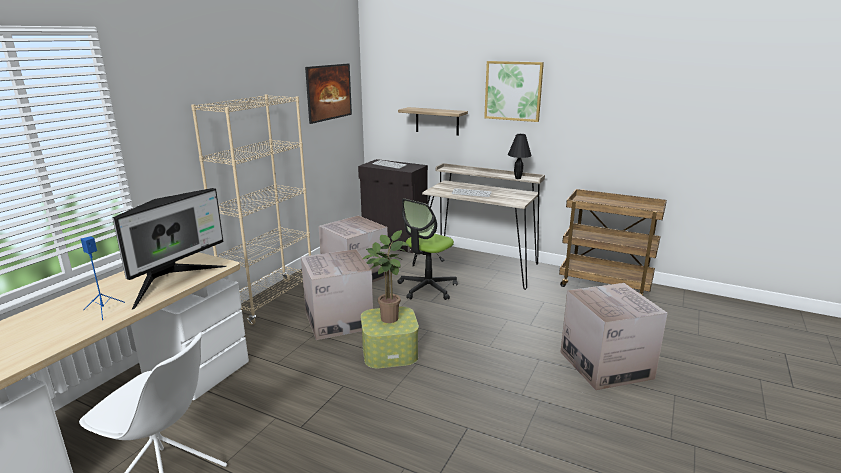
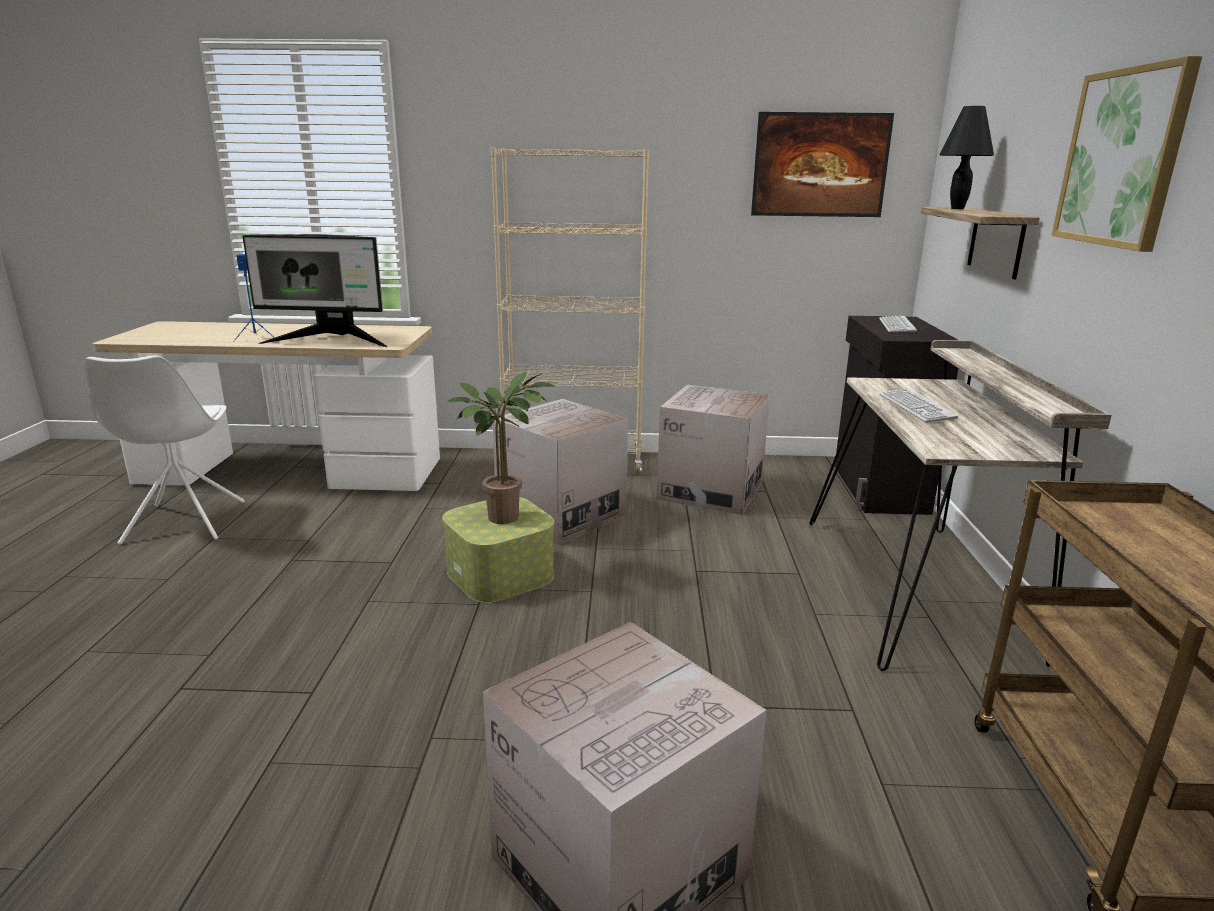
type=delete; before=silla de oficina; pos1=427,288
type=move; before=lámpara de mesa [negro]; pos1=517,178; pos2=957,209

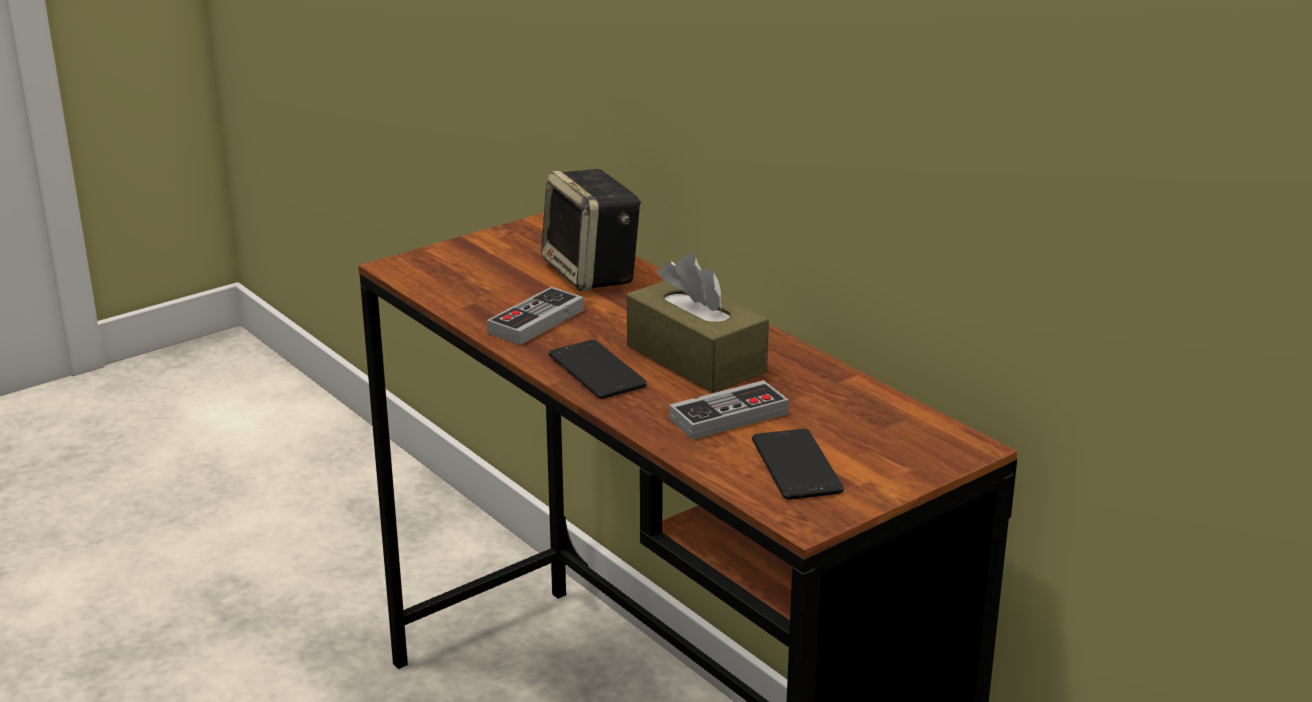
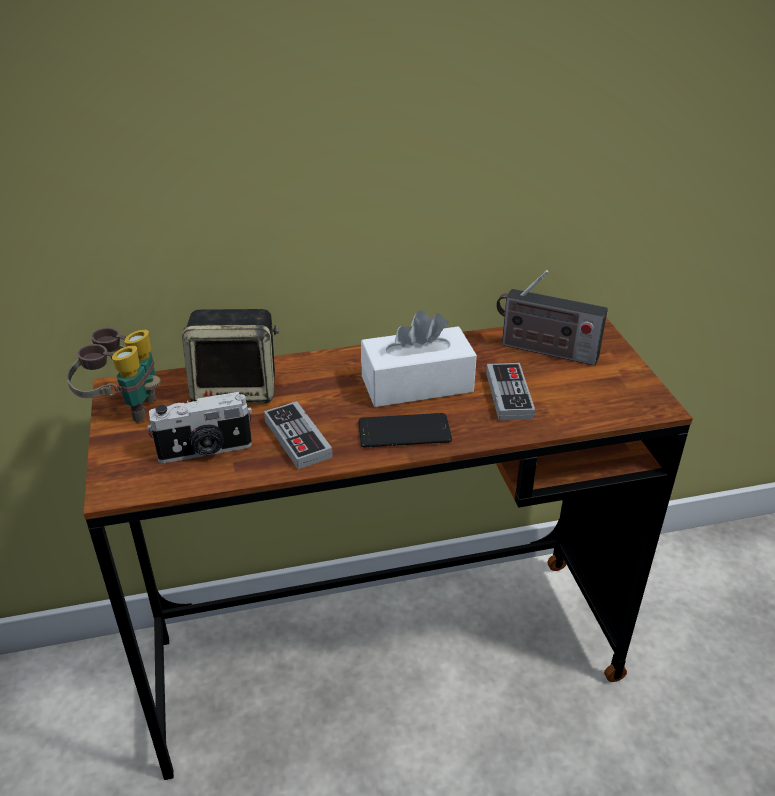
type=delete; before=móvil; pos1=796,466
type=insert; after=prismáticos; pos2=124,407
type=insert; after=cámara; pos2=205,451
type=insert; after=radio; pos2=544,351
type=recolor; before=caja de pañuelos [marrón]; after=caja de pañuelos [blanco]; pos1=696,359; pos2=417,384

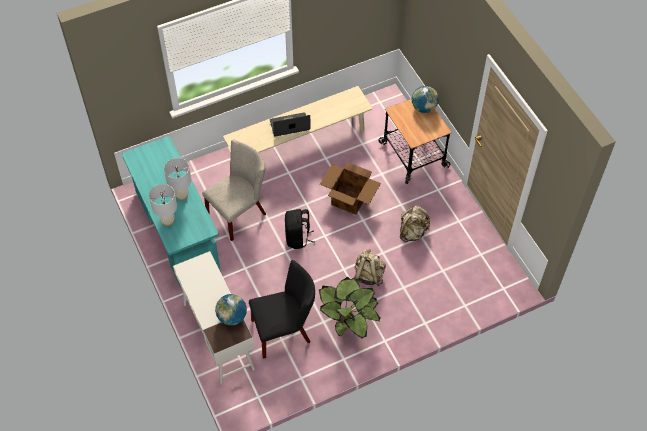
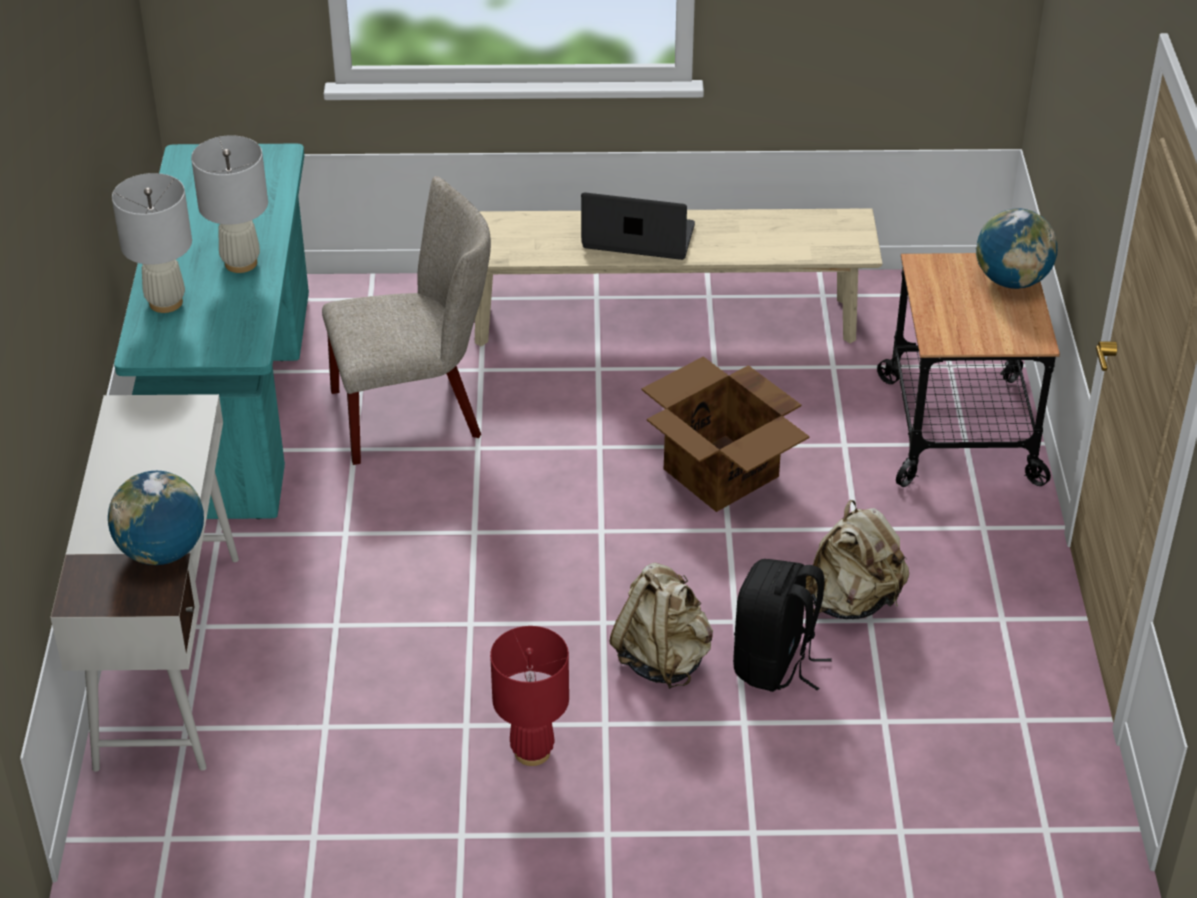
type=delete; before=silla [negro]; pos1=284,330
type=move; before=mochila [negro]; pos1=298,238; pos2=775,664
type=replace; before=planta en maceta; after=lámpara de mesa [rojo]; pos1=348,323; pos2=532,752

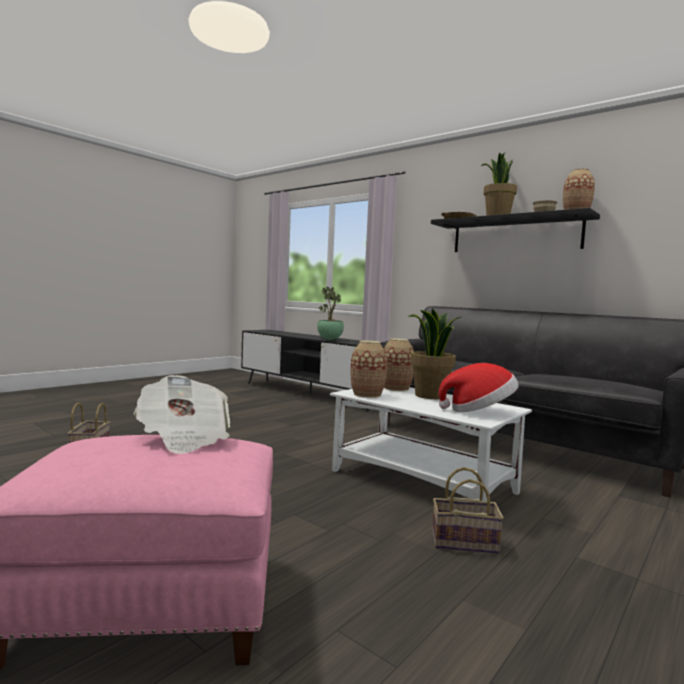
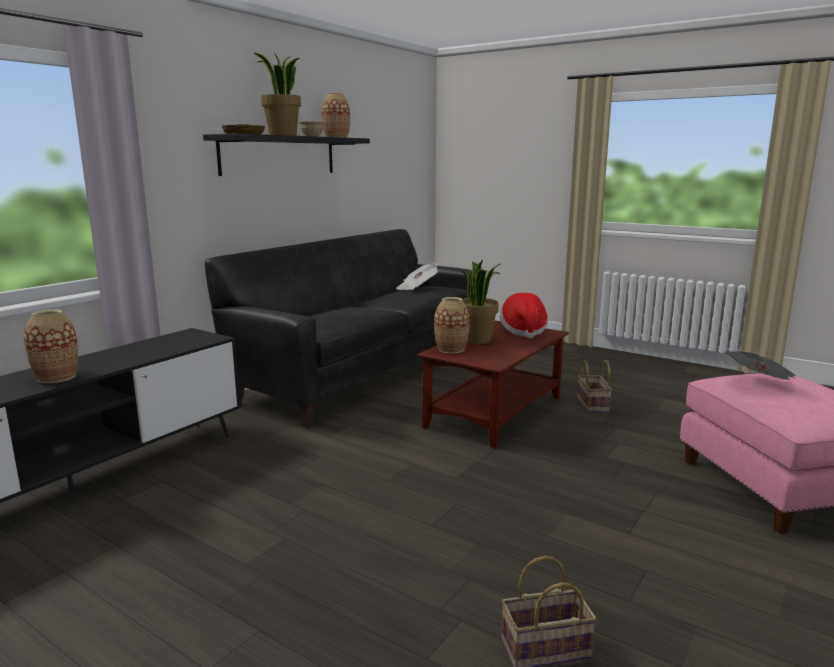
type=delete; before=planta en maceta; pos1=330,340
type=insert; after=periódico; pos2=417,288
type=move; before=florero; pos1=367,394; pos2=57,377
type=recolor; before=mesa de centro [blanco]; after=mesa de centro [marrón]; pos1=423,482; pos2=495,411

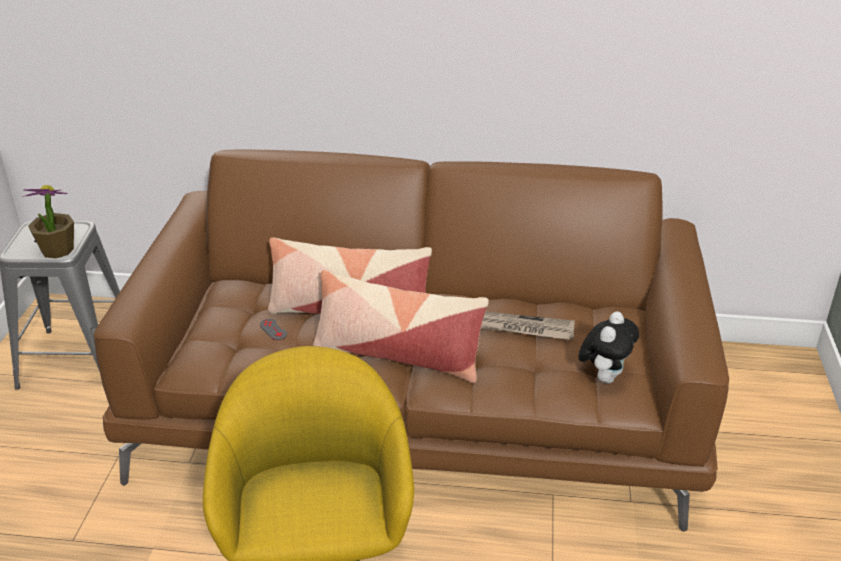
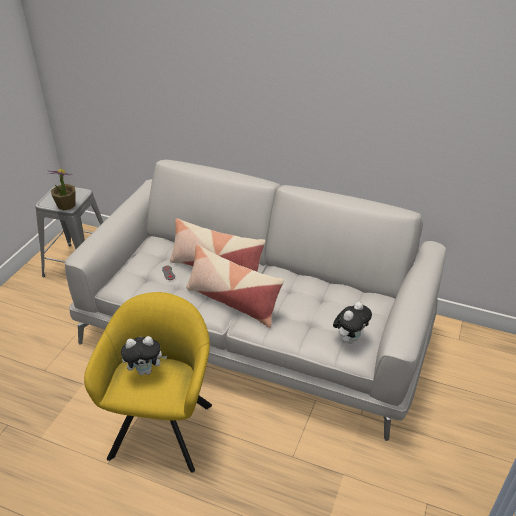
type=delete; before=periódico; pos1=524,328
type=insert; after=peluche; pos2=146,370
type=recolor; before=sofá [marrón]; after=sofá [gris]; pos1=420,407; pos2=257,329

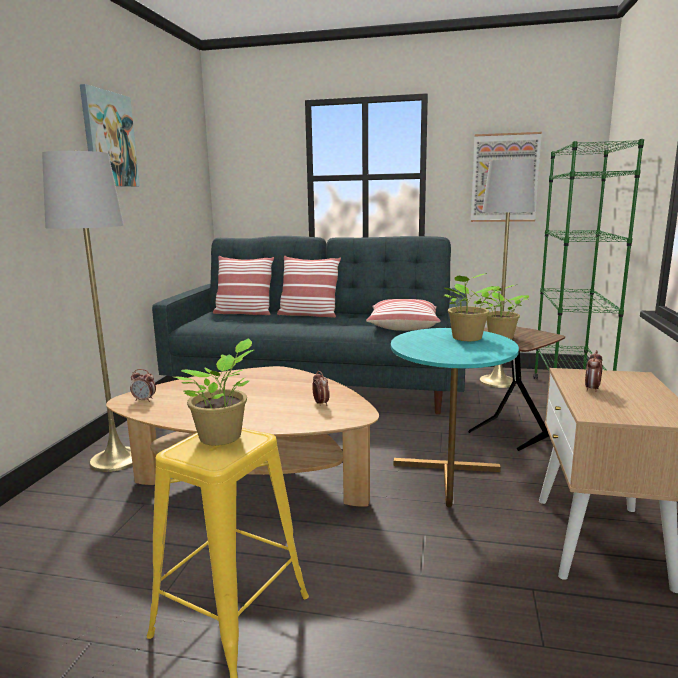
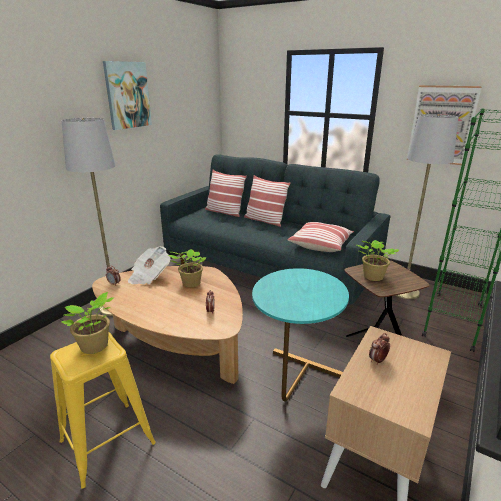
type=insert; after=periódico; pos2=149,276
type=move; before=planta en maceta; pos1=466,338; pos2=190,284

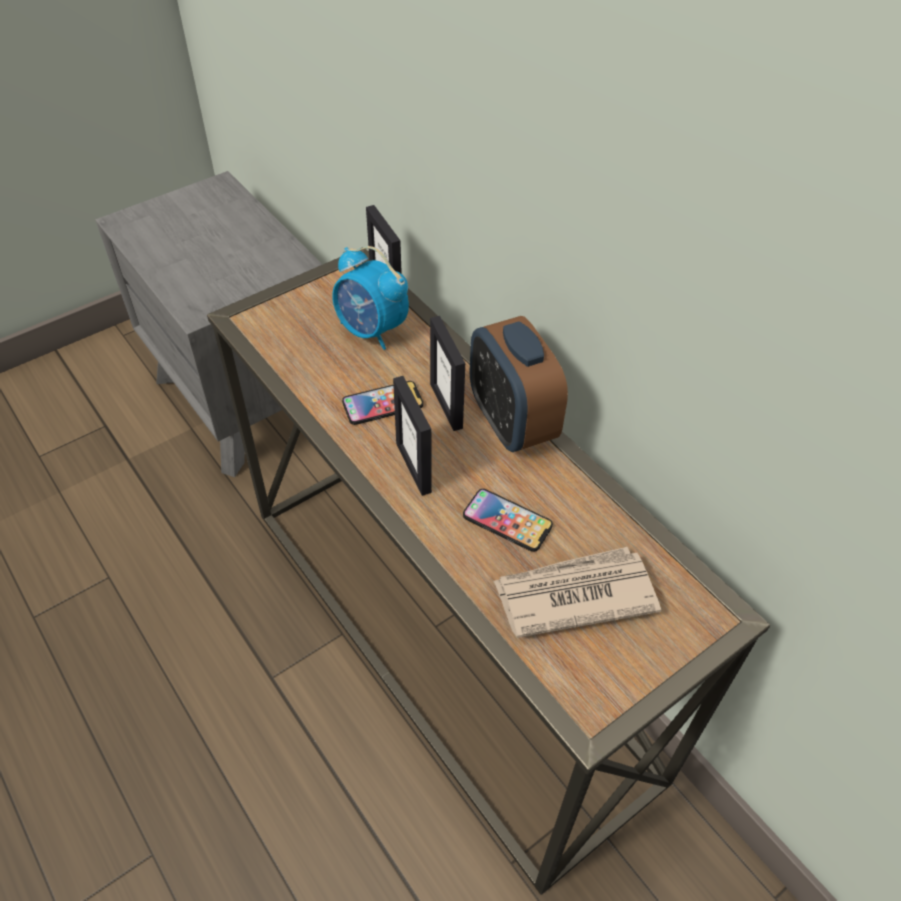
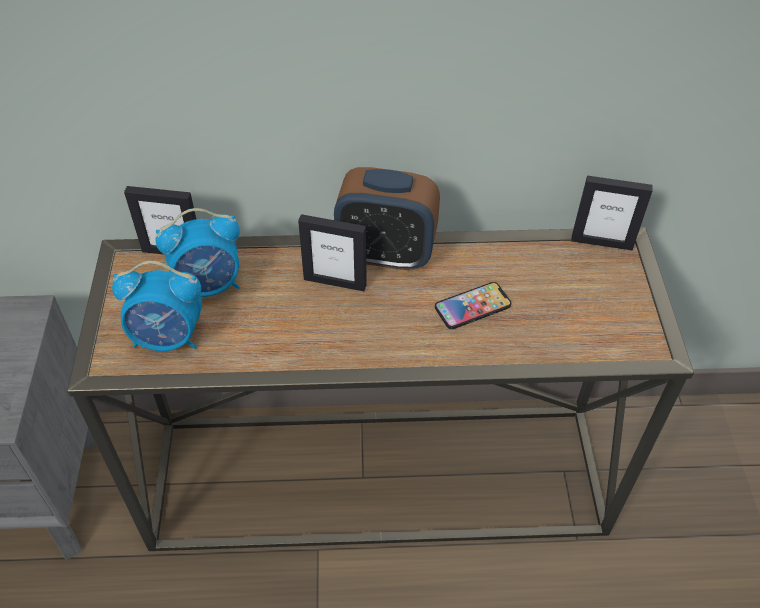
type=delete; before=móvil; pos1=382,404
type=delete; before=periódico; pos1=573,595
type=insert; after=despertador; pos2=169,338
type=move; before=portarretratos; pos1=414,467; pos2=601,242

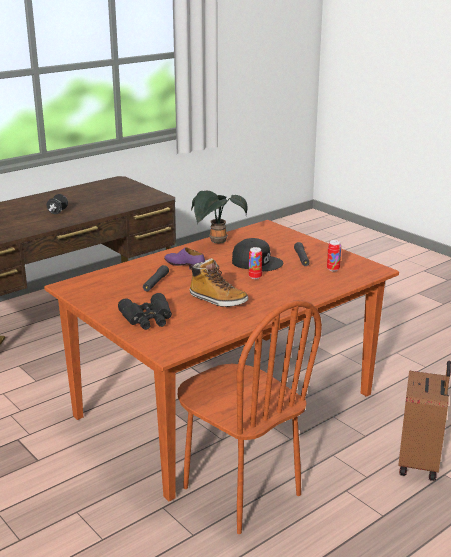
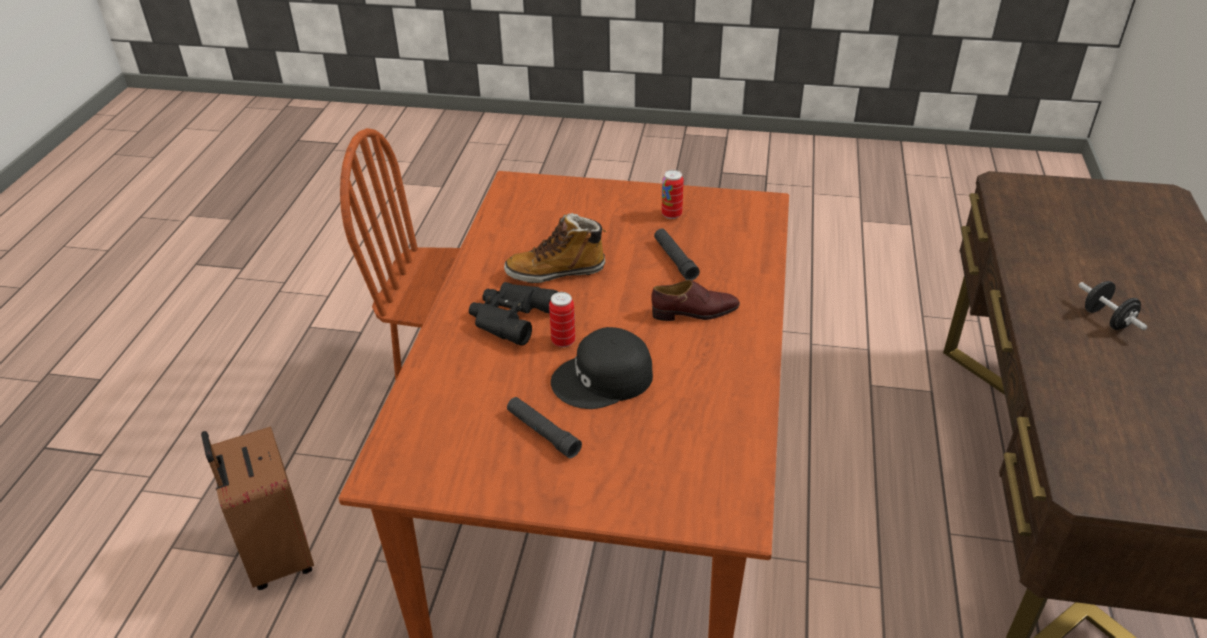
type=delete; before=planta en maceta; pos1=217,242
type=move; before=prismáticos [negro]; pos1=148,318; pos2=509,317
type=move; before=lata; pos1=333,269; pos2=671,214
type=recolor; before=zapato [morado]; after=zapato [marrón]; pos1=184,265; pos2=695,312

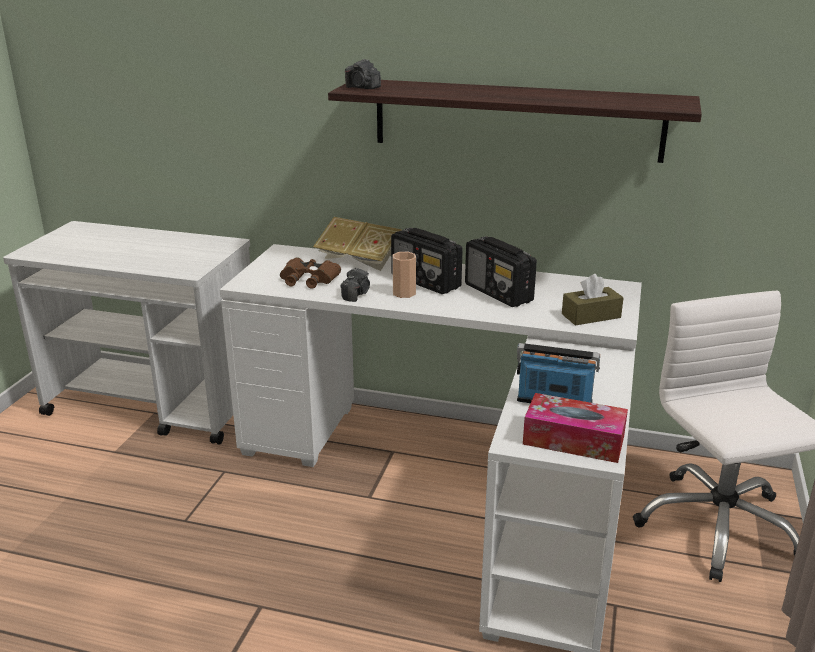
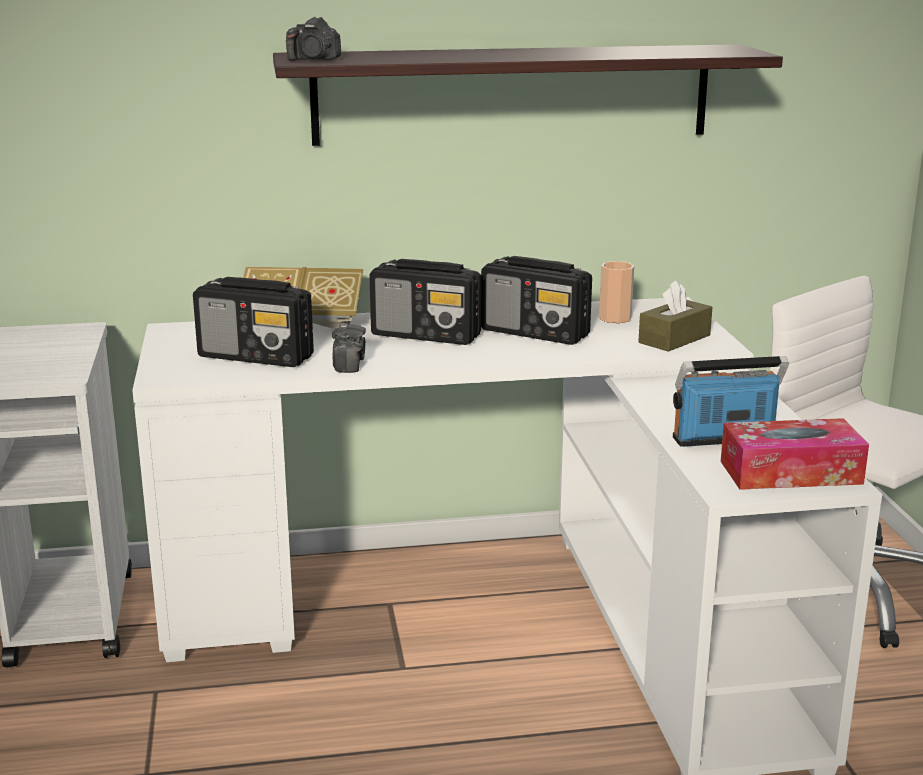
type=move; before=taza; pos1=404,293; pos2=615,318
type=replace; before=prismáticos [marrón]; after=radio; pos1=308,279; pos2=257,357

